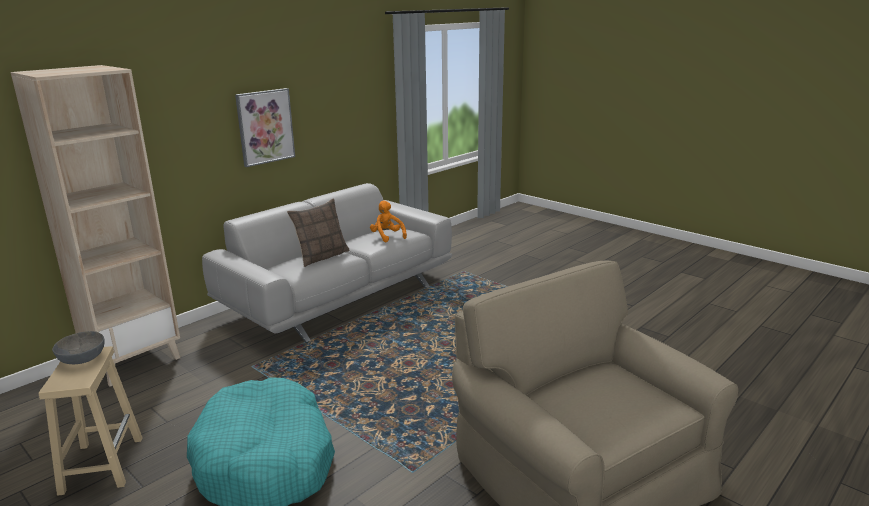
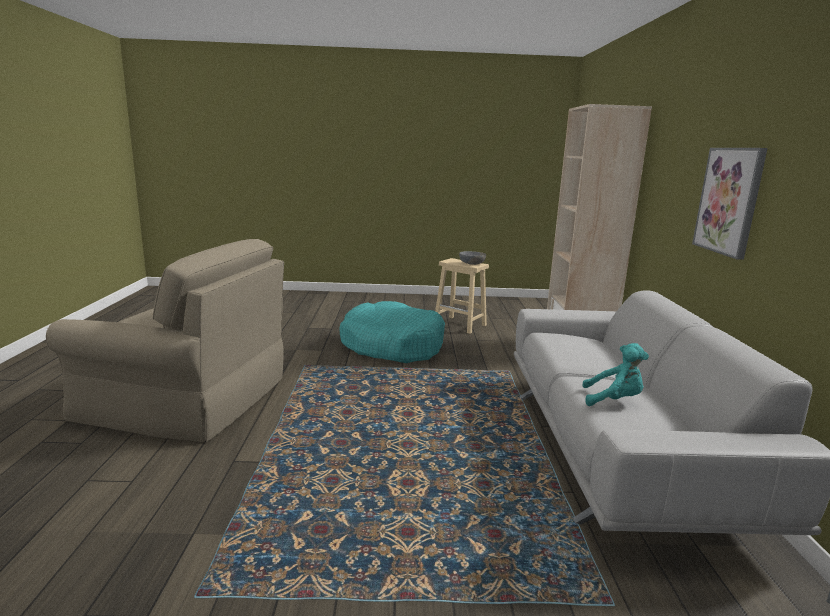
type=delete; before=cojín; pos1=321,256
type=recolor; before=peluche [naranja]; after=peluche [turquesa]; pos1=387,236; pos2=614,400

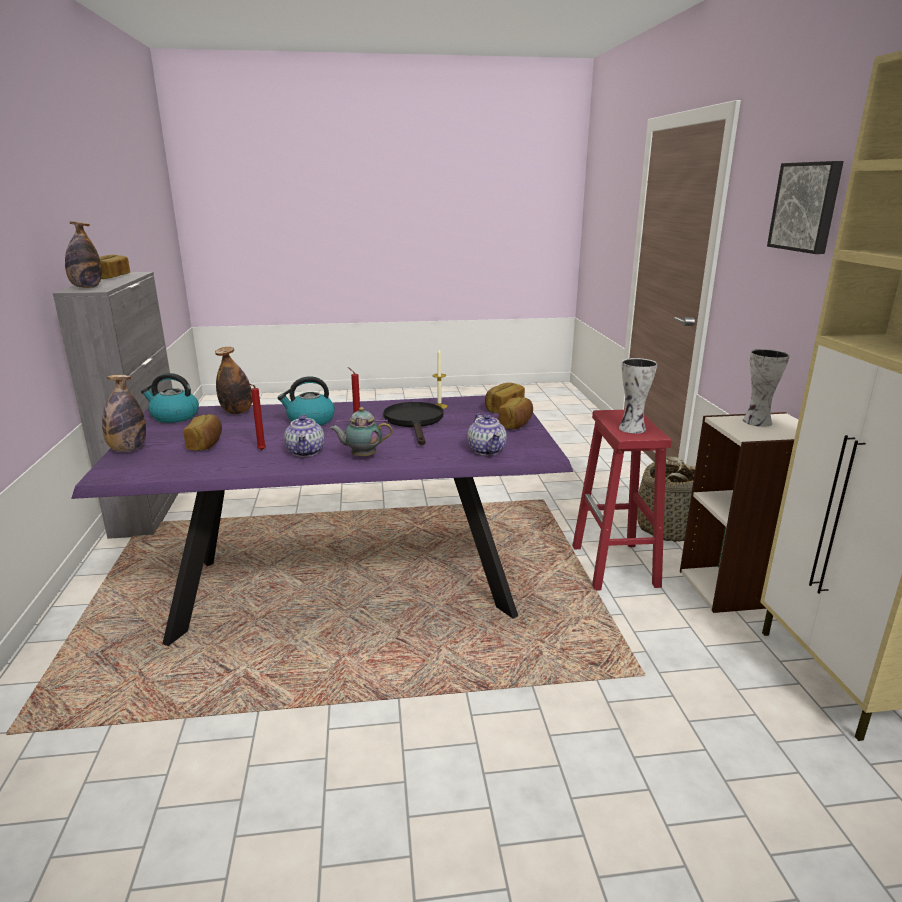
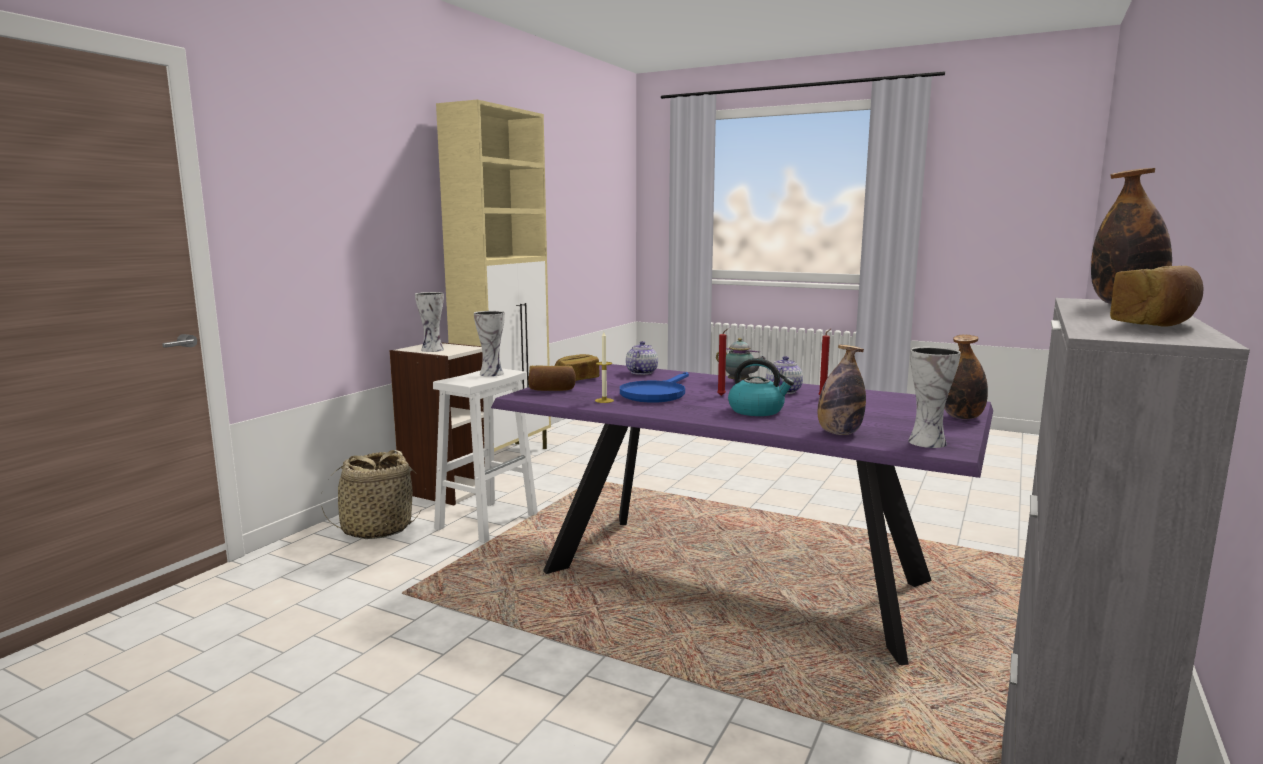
type=delete; before=pan; pos1=206,444
type=delete; before=cuadro; pos1=806,207
type=replace; before=hervidor; after=florero; pos1=174,416; pos2=926,442
type=recolor; before=sartén [negro]; after=sartén [azul]; pos1=415,422; pos2=656,394
type=recolor; before=taburete [rojo]; after=taburete [blanco]; pos1=615,566; pos2=488,520

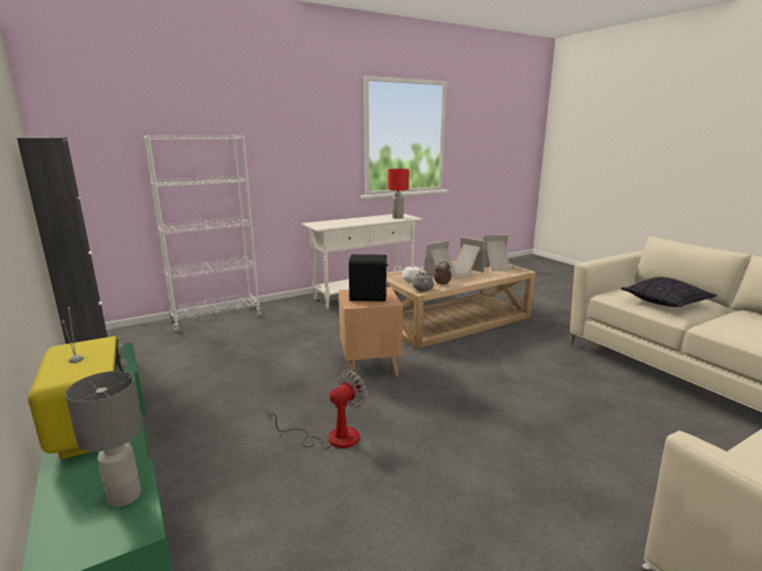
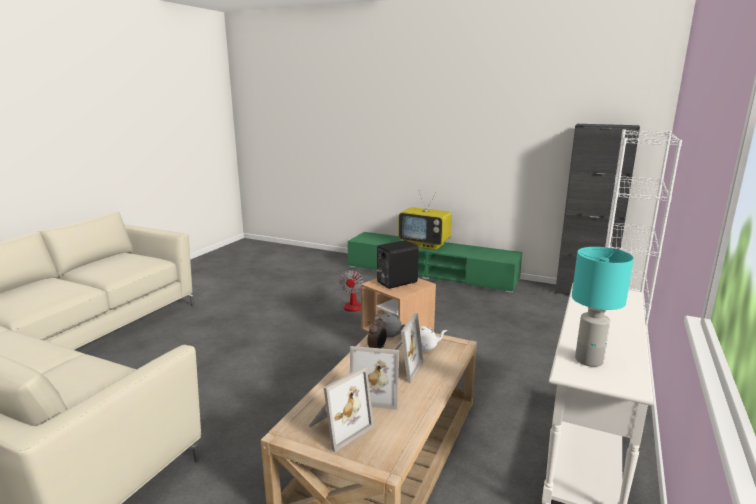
type=delete; before=lámpara de mesa [gris]; pos1=124,497
type=delete; before=cojín; pos1=665,302
type=recolor; before=lámpara de mesa [rojo]; after=lámpara de mesa [turquesa]; pos1=397,217; pos2=589,360

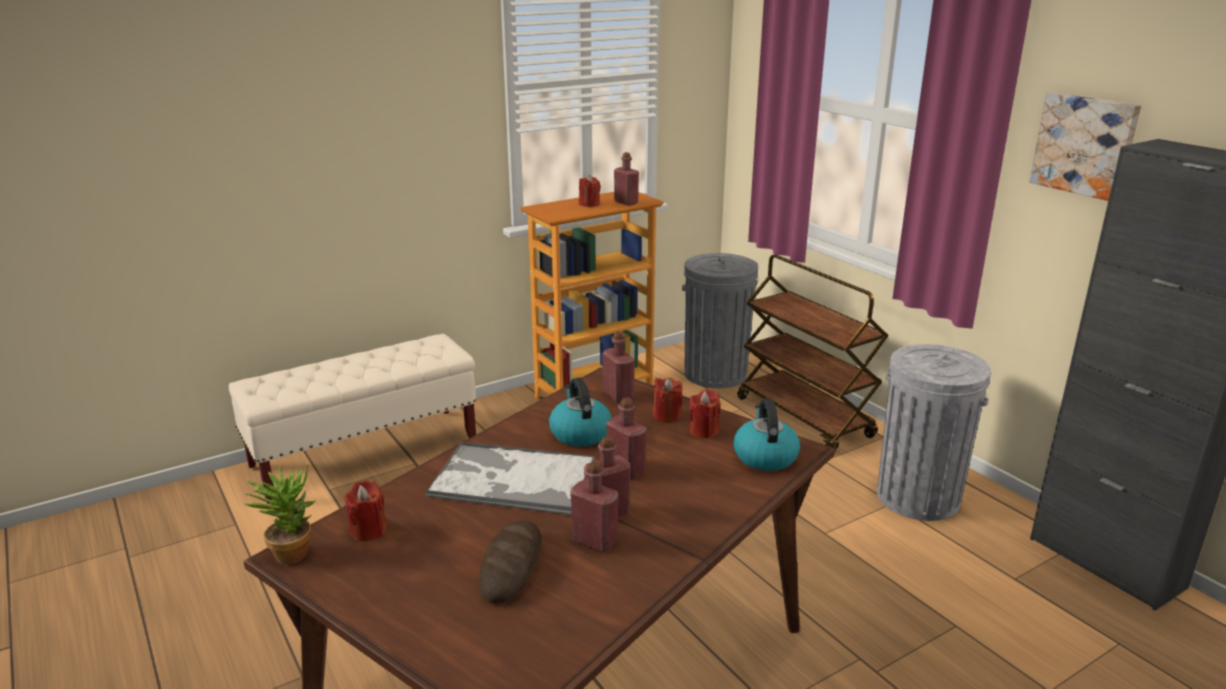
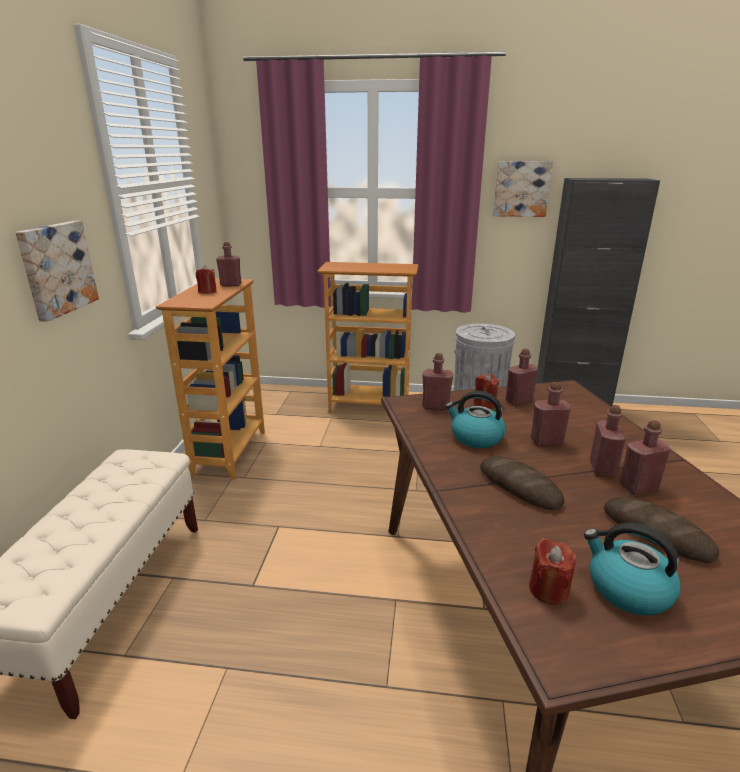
type=delete; before=planta en maceta; pos1=291,550
type=delete; before=papelera [gris]; pos1=715,374
type=insert; after=cuadro; pos2=56,269
type=move; before=hervidor; pos1=764,456; pos2=627,589
type=replace; before=bandeja; after=pan; pos1=511,479; pos2=519,487
type=replace; before=vela [rojo]; after=botella [rojo]; pos1=704,431; pos2=519,401
type=replace; before=carrito [marrón]; after=estantería; pos1=805,418; pos2=369,406

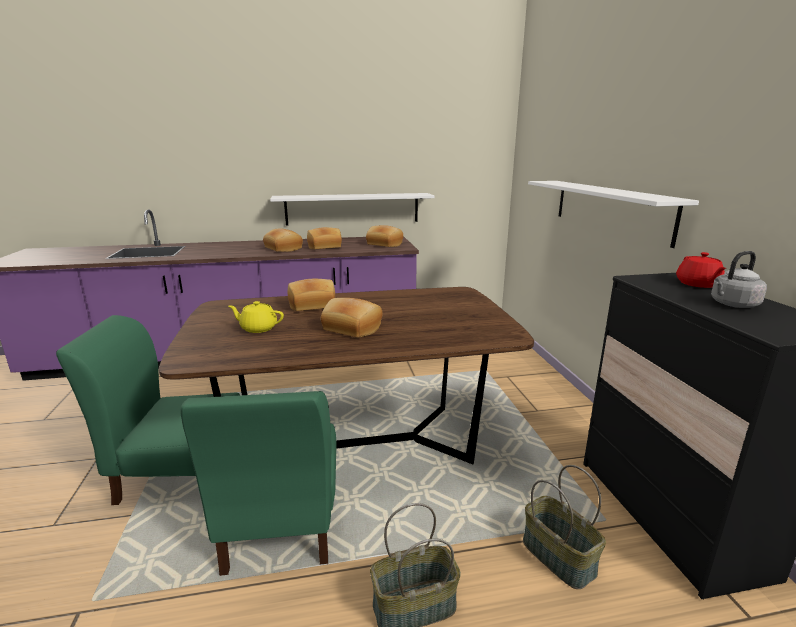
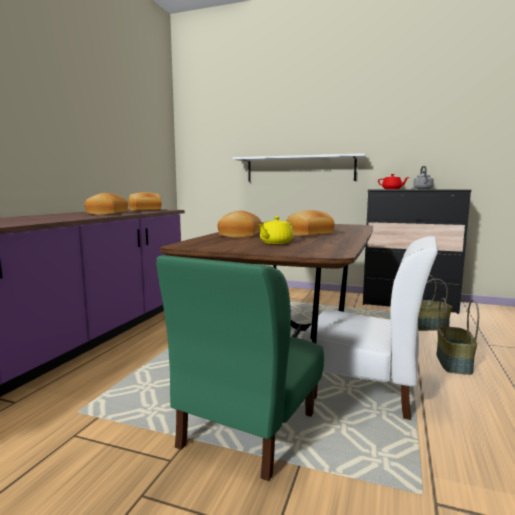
type=delete; before=pan; pos1=282,248
type=delete; before=estante [blanco]; pos1=352,208
type=recolor; before=silla [verde]; after=silla [blanco]; pos1=280,526; pos2=364,389

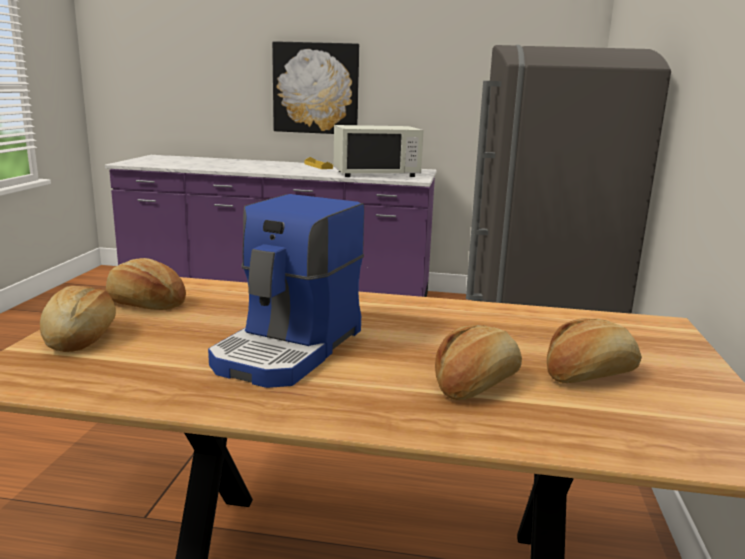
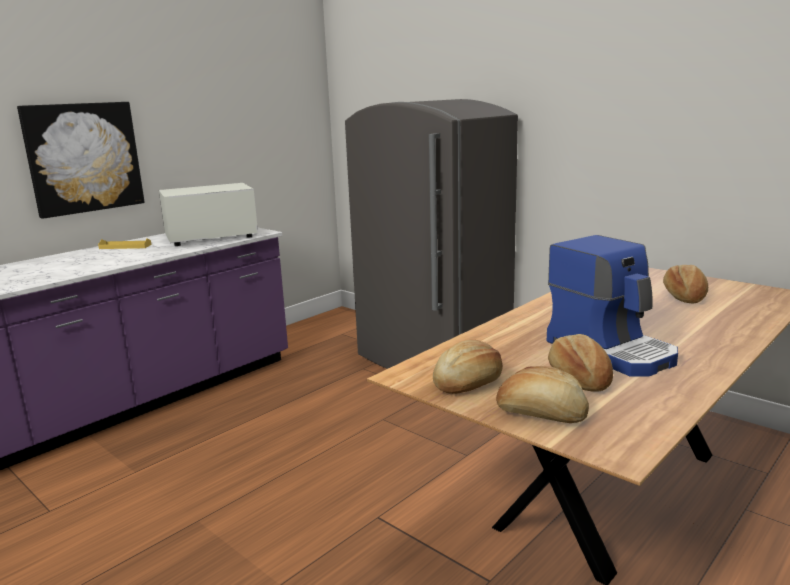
type=move; before=pan; pos1=476,384; pos2=579,378
type=rotate; before=microondas [blanco]; pos1=376,174; pos2=211,237; turn=-135

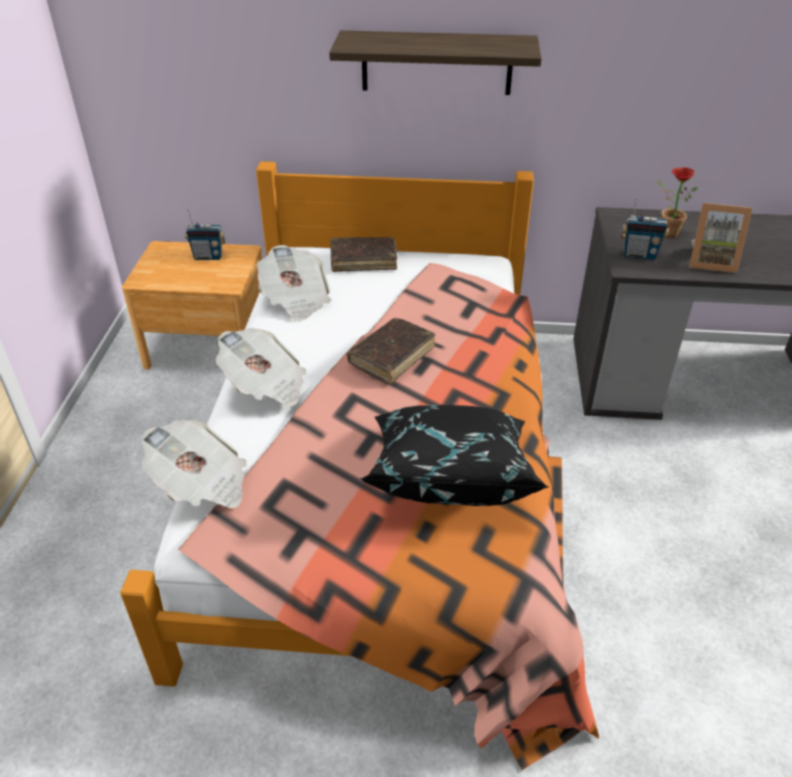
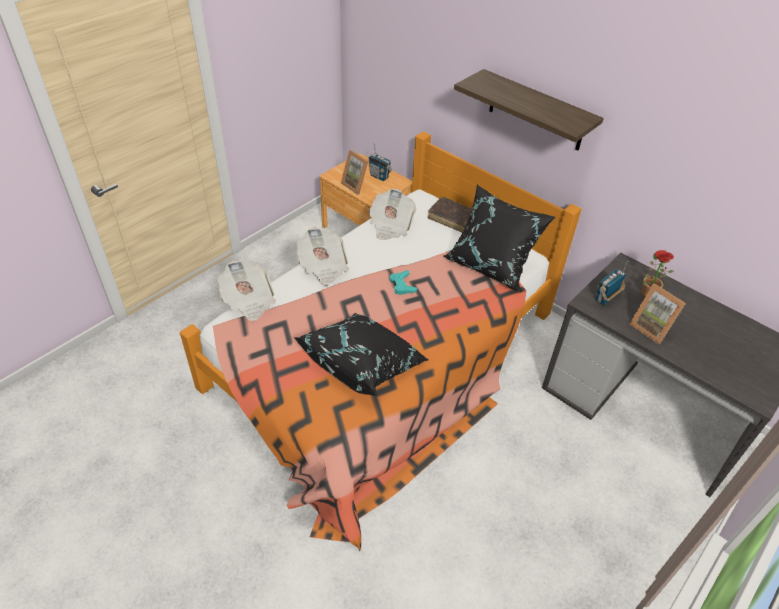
type=insert; after=portarretratos; pos2=356,185
type=insert; after=cojín [negro]; pos2=491,265
type=replace; before=libro [marrón]; after=mando de consola [turquesa]; pos1=391,356; pos2=402,285
type=rotate; before=radio; pos1=639,255; pos2=606,298; turn=90

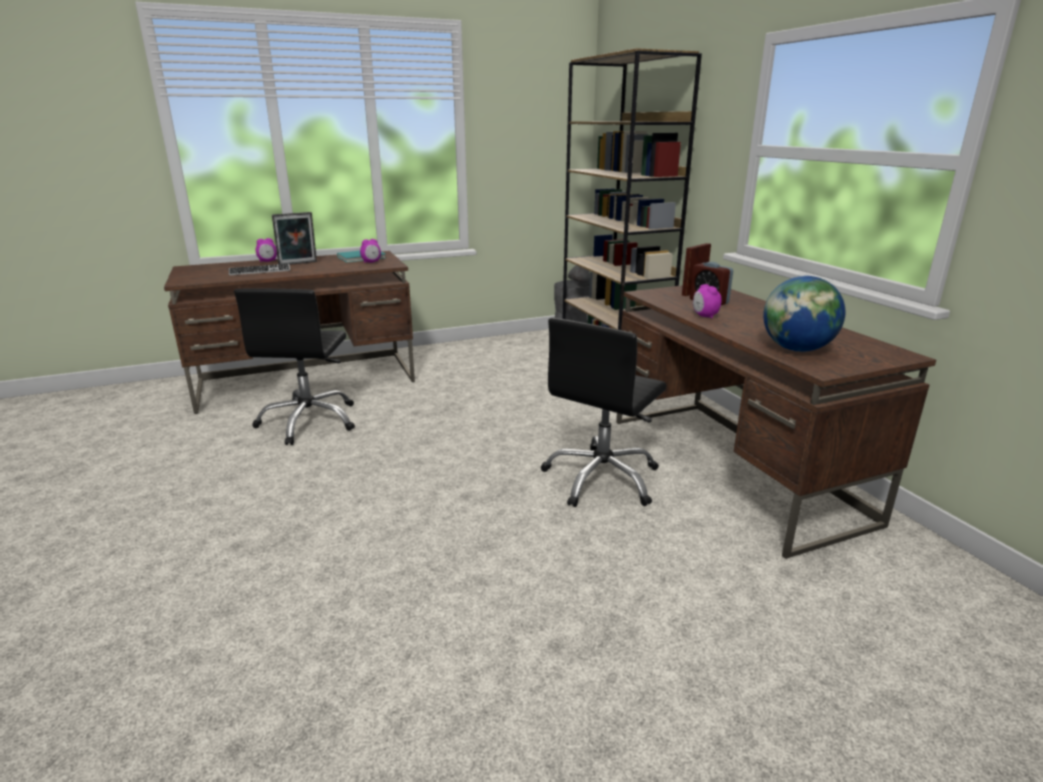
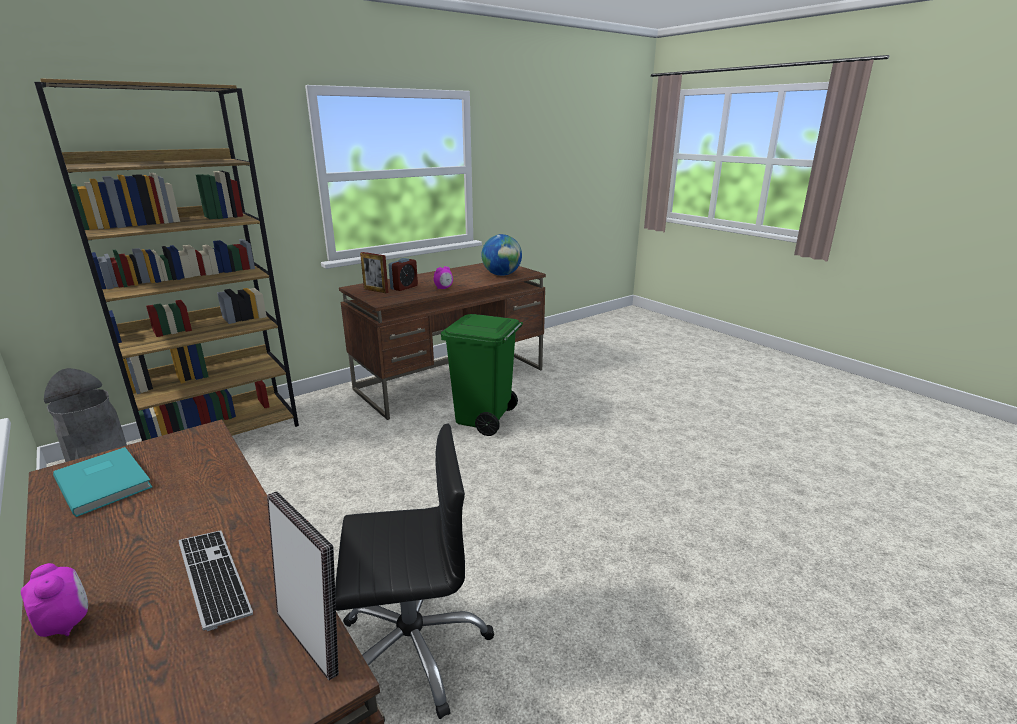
type=delete; before=despertador; pos1=371,262
type=move; before=portarretratos; pos1=298,263; pos2=313,638
type=replace; before=silla de oficina [negro]; after=papelera [verde]; pos1=602,479; pos2=484,419

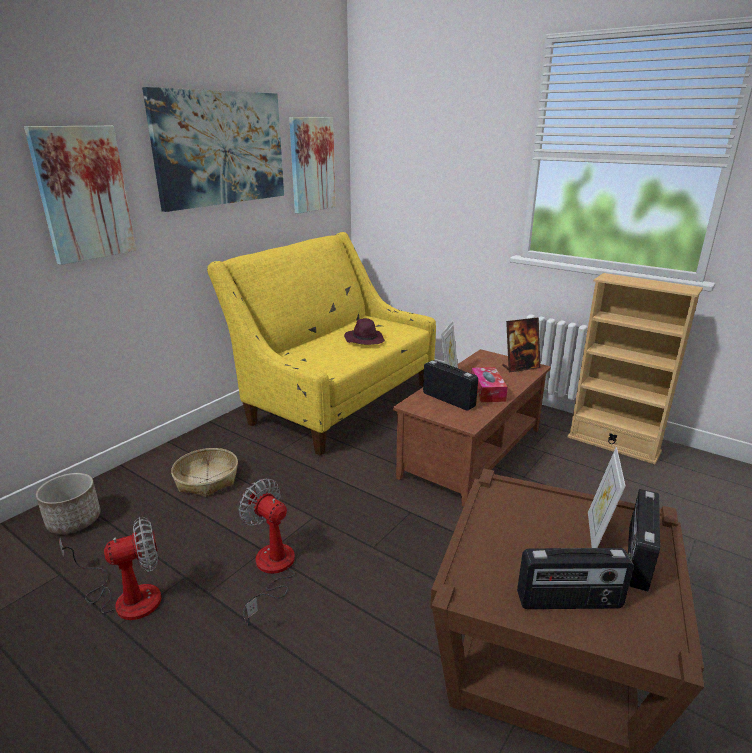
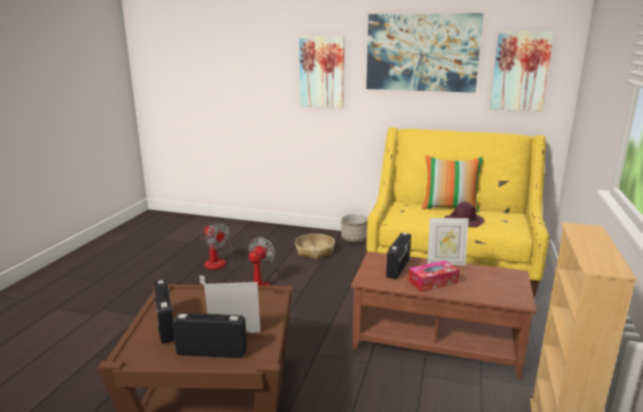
type=delete; before=portarretratos; pos1=520,367
type=insert; after=cojín; pos2=449,208
type=move; before=maceta; pos1=74,520; pos2=354,238

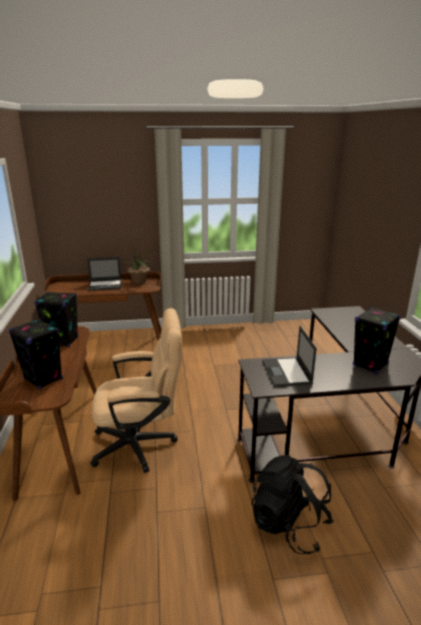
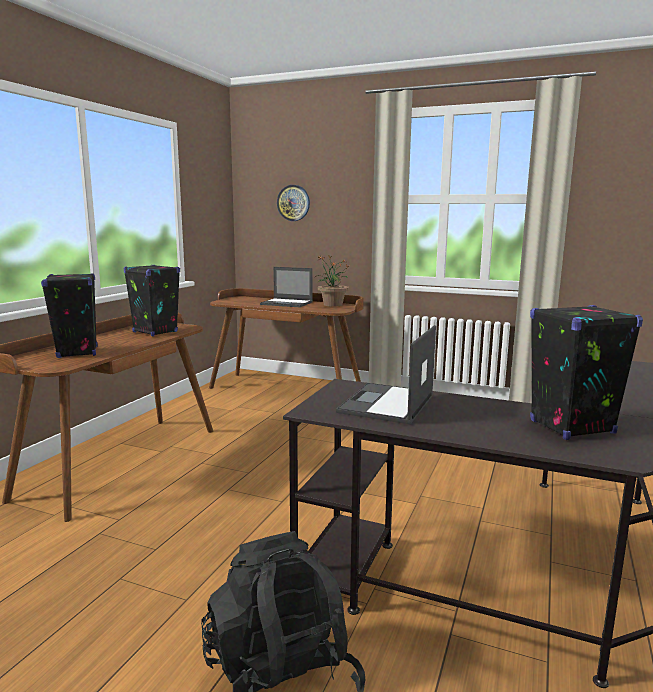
type=delete; before=silla de oficina [beis]; pos1=142,444
type=insert; after=reloj de pared; pos2=293,203

